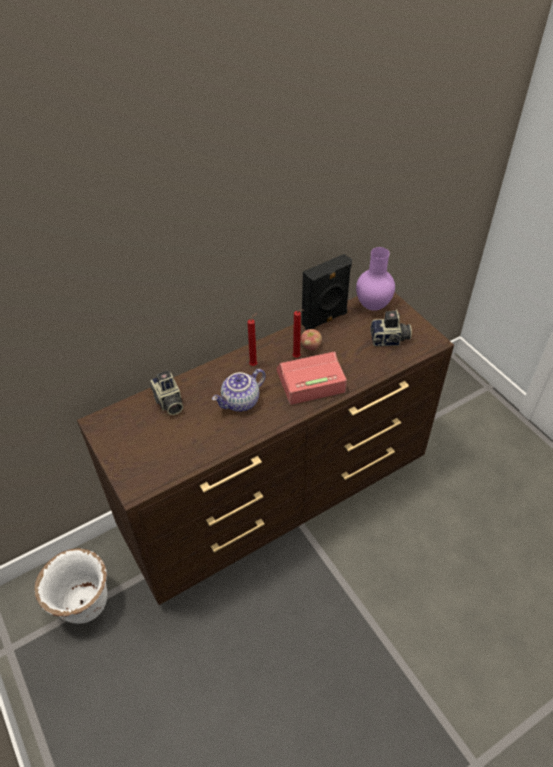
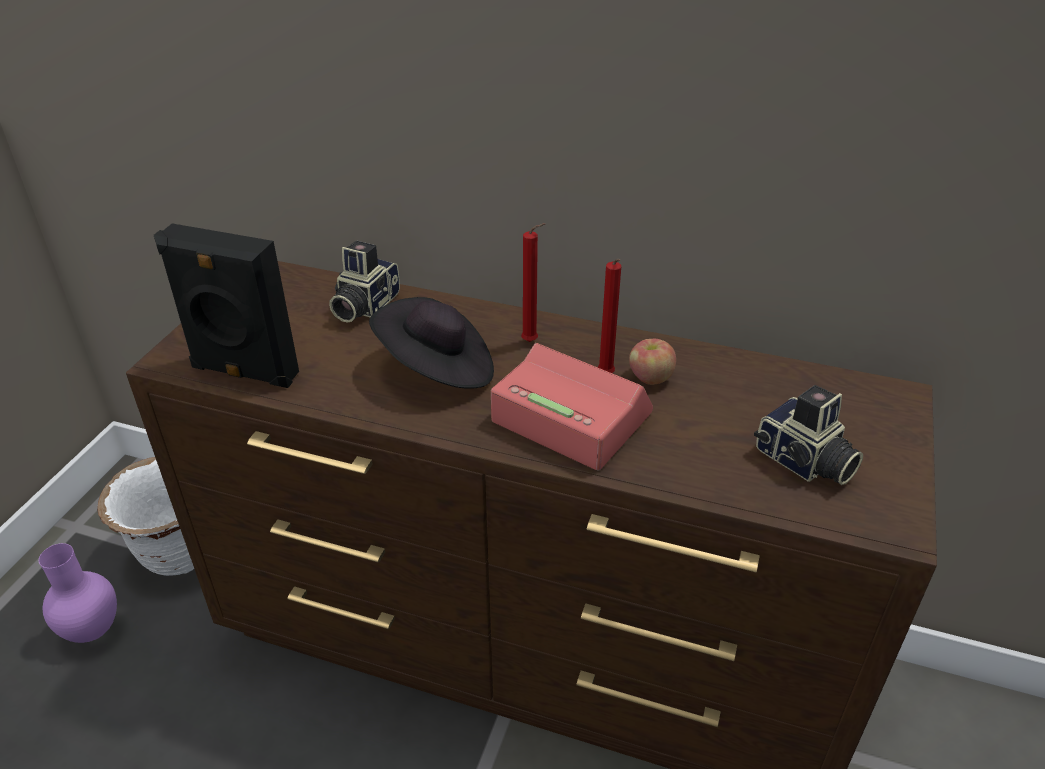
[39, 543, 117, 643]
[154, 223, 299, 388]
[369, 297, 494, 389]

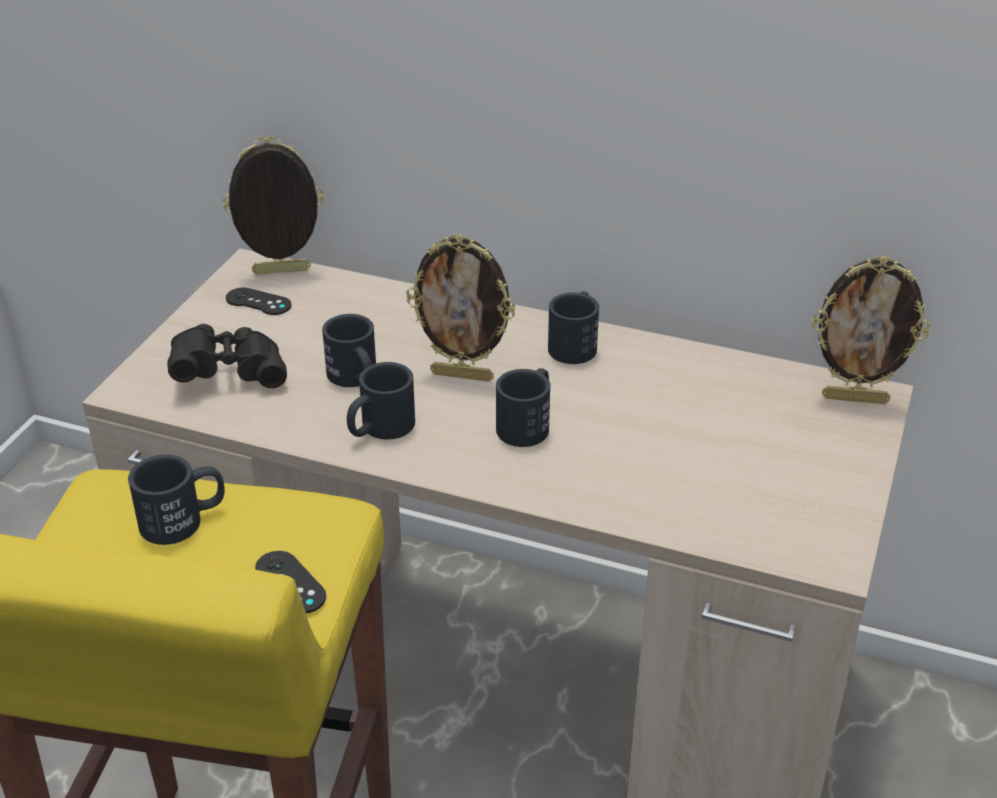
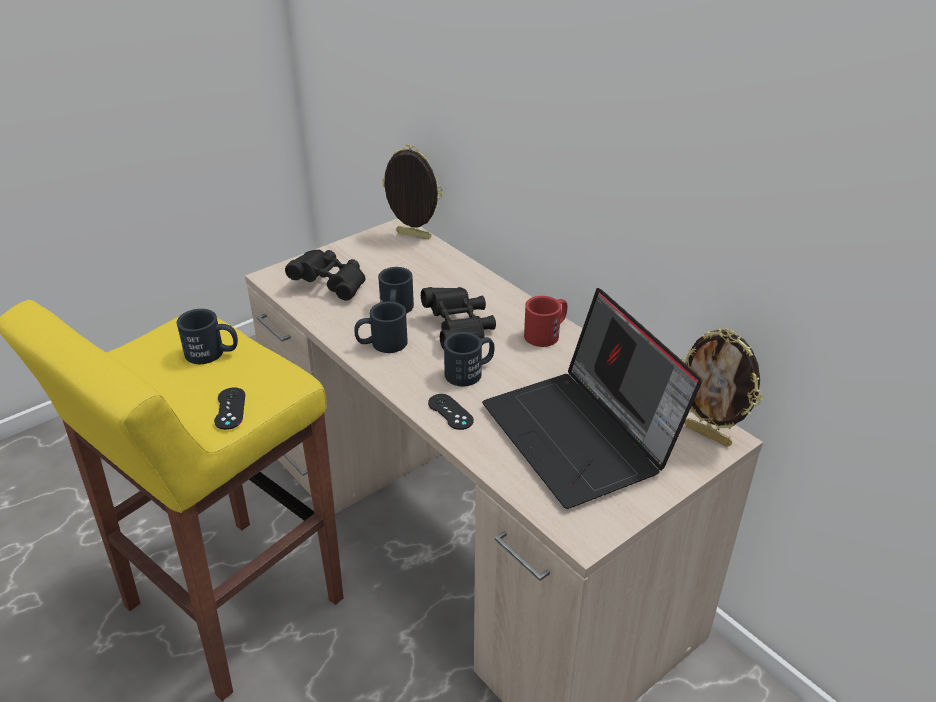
[421, 287, 496, 349]
[428, 394, 474, 430]
[482, 288, 702, 509]
[524, 296, 567, 347]

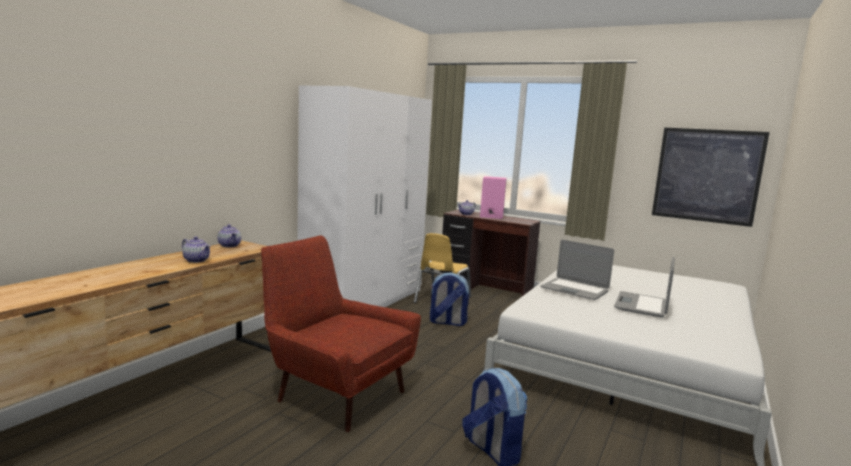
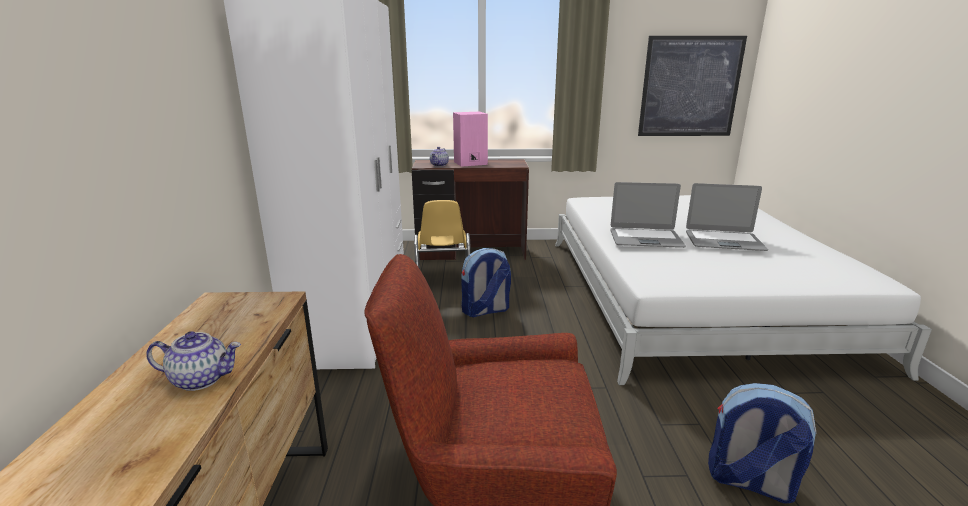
[686, 183, 768, 251]
[218, 224, 241, 247] (first image)

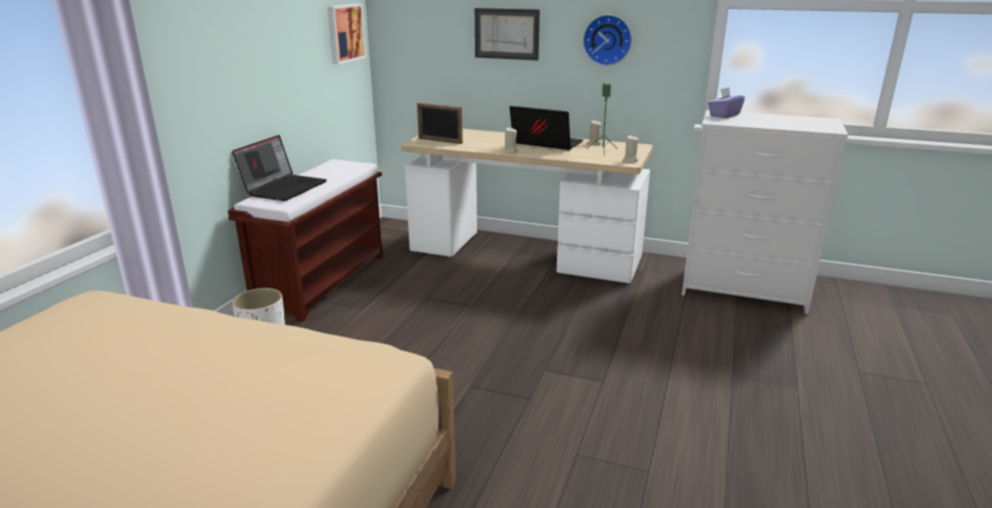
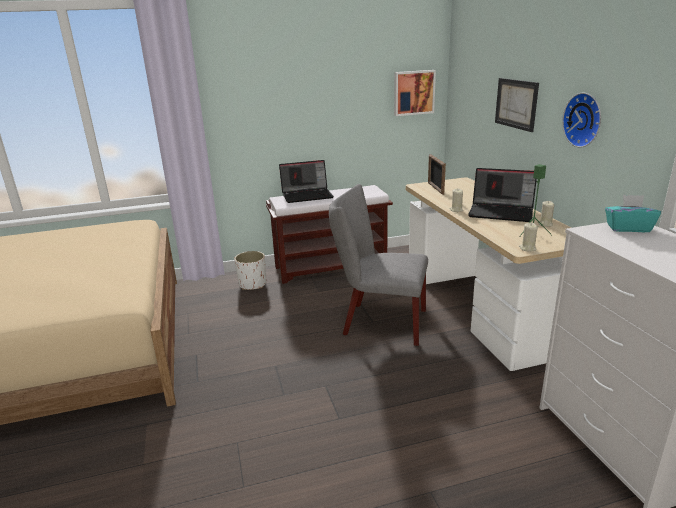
[329, 184, 428, 346]
[468, 168, 537, 222]
[605, 195, 661, 232]

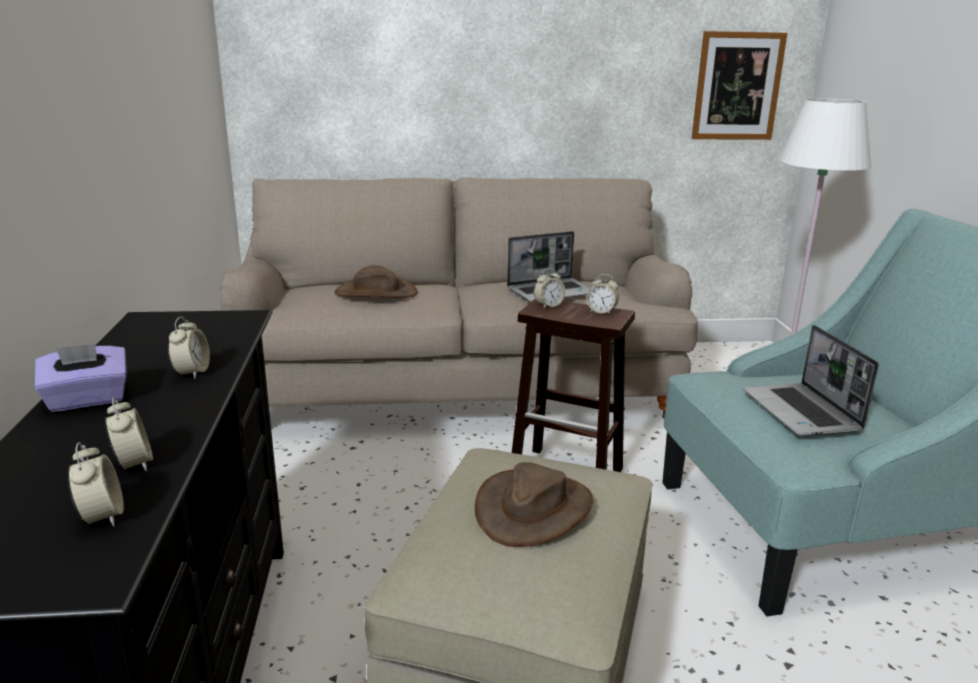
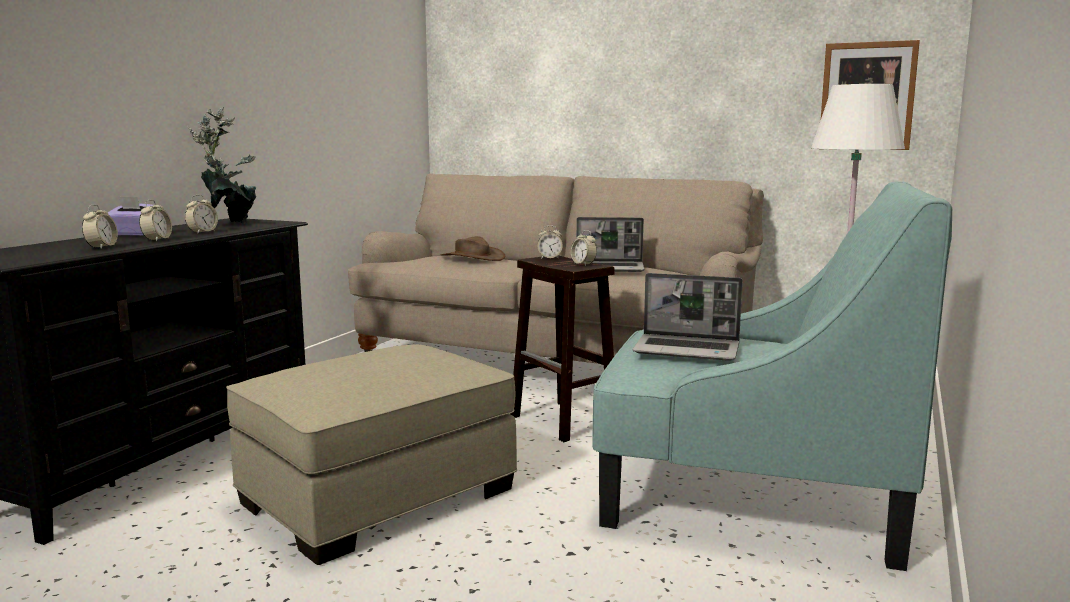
[139, 200, 172, 241]
[187, 107, 256, 223]
[633, 273, 743, 361]
[475, 462, 593, 547] (first image)

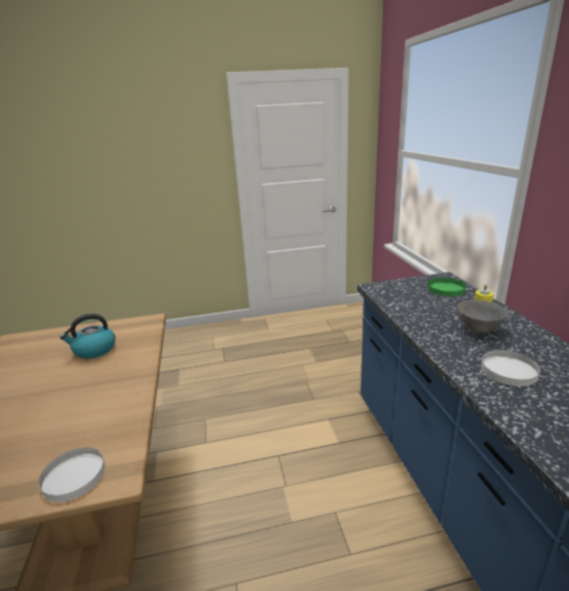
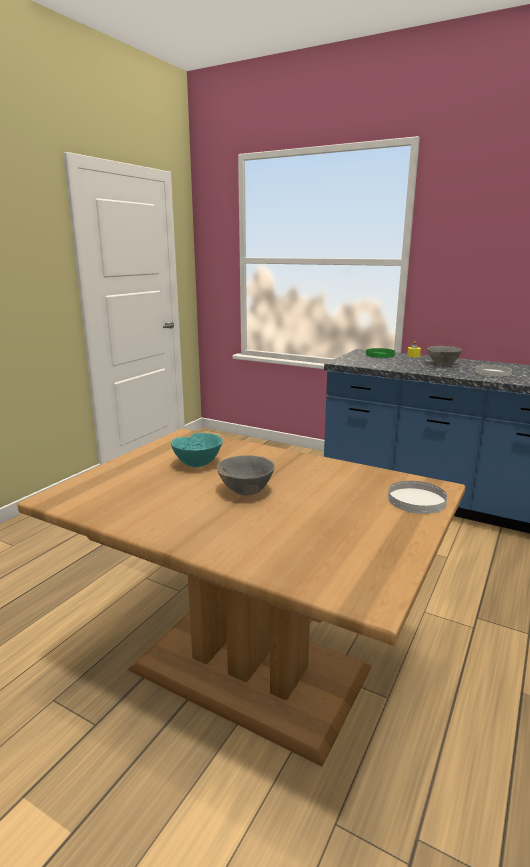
[171, 433, 223, 467]
[216, 455, 275, 496]

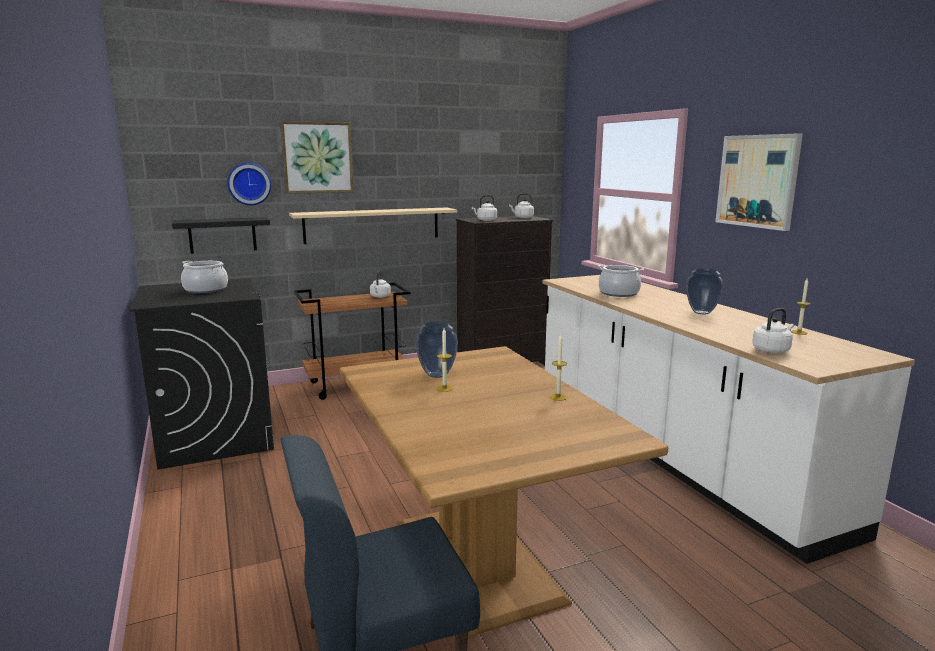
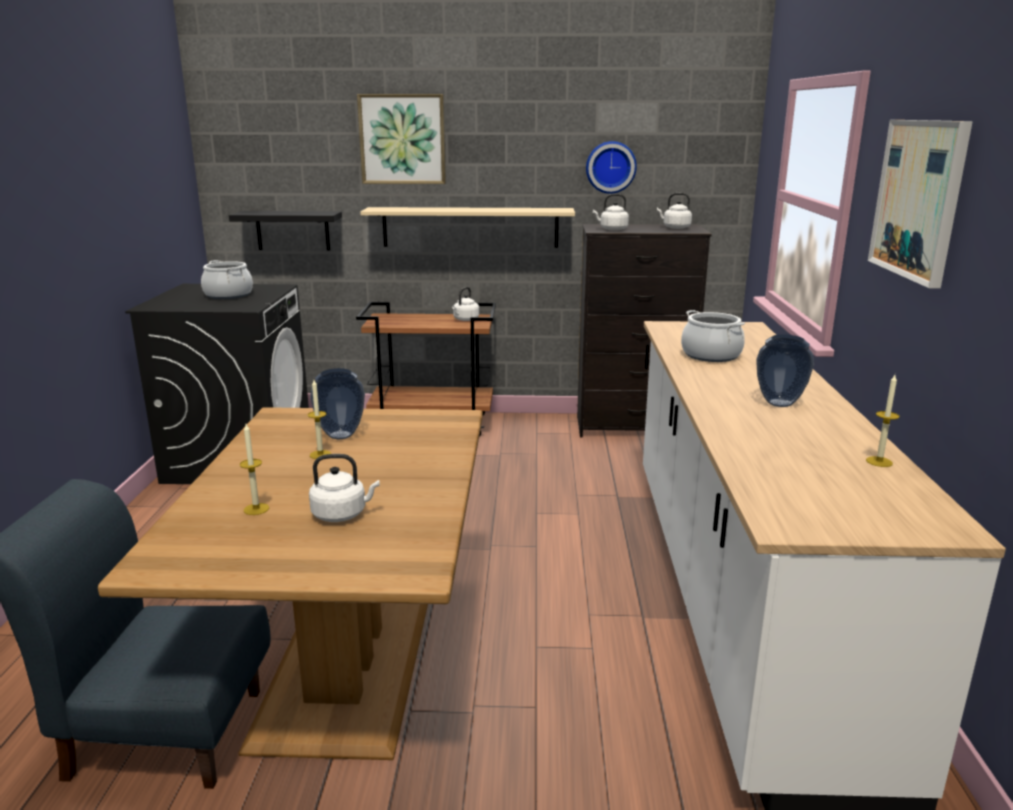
[240, 424, 269, 515]
[309, 454, 380, 522]
[586, 141, 637, 194]

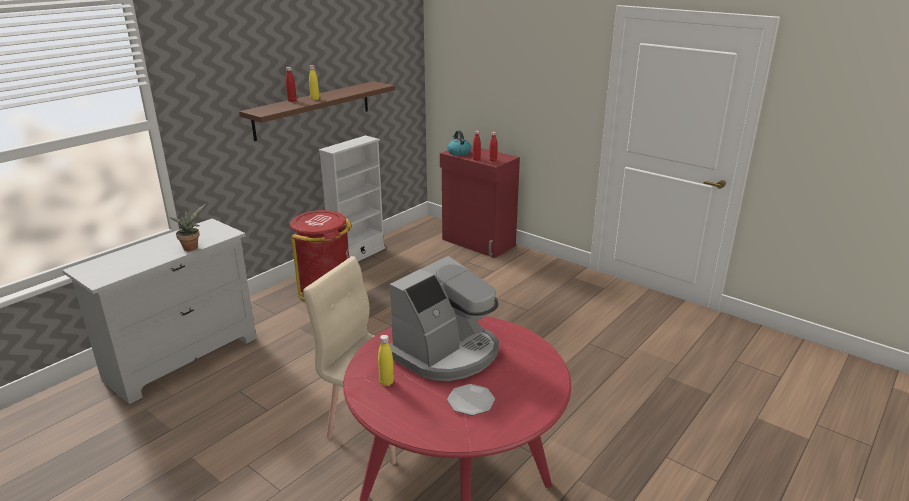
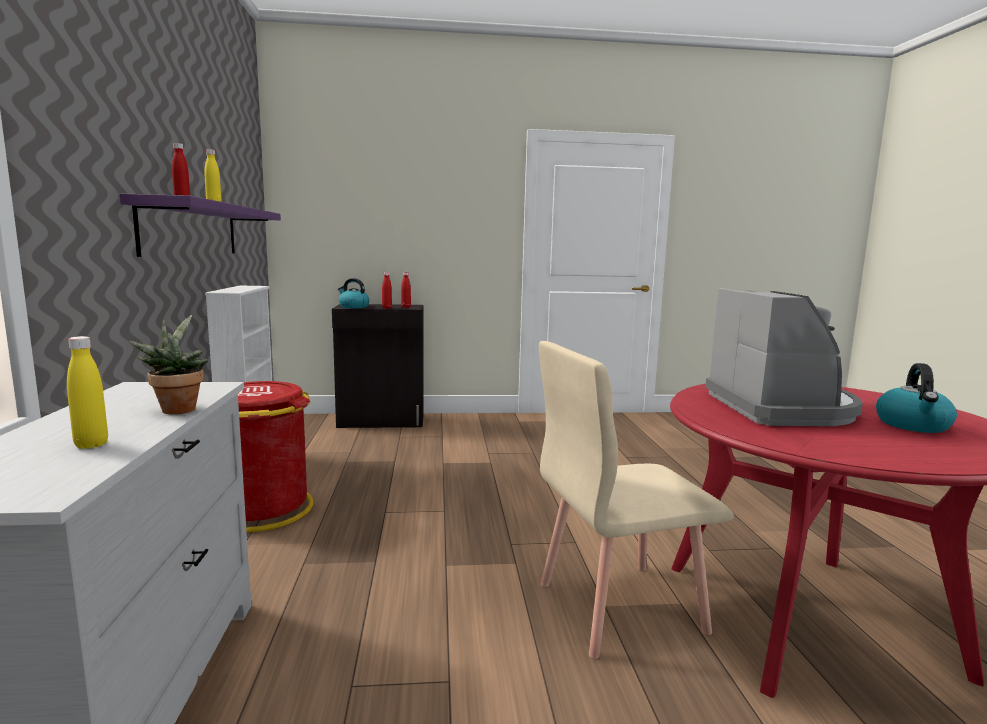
[67, 336, 108, 449]
[120, 193, 281, 257]
[332, 304, 424, 428]
[876, 363, 957, 433]

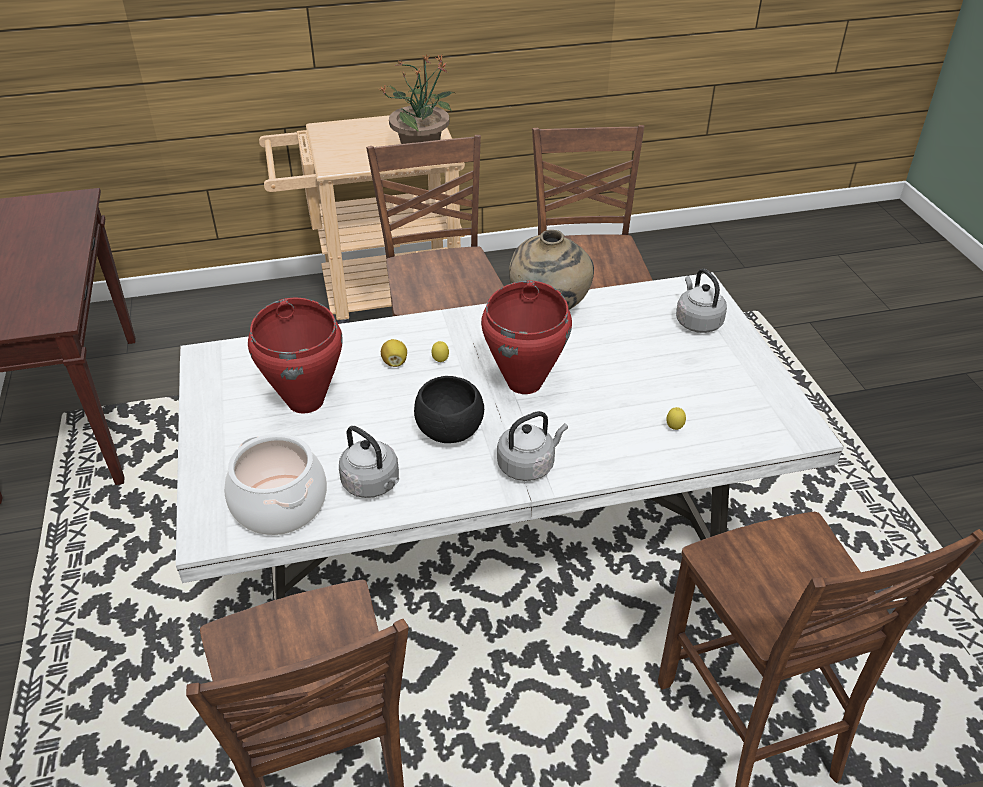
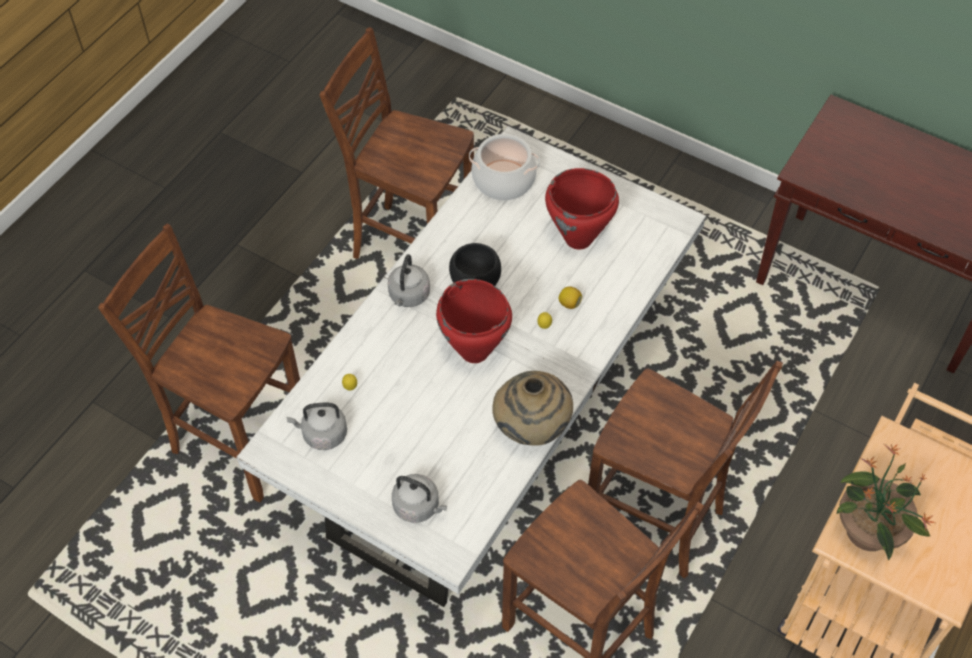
[287, 403, 347, 450]

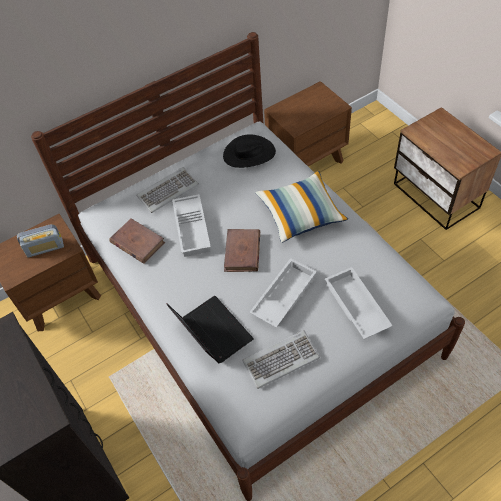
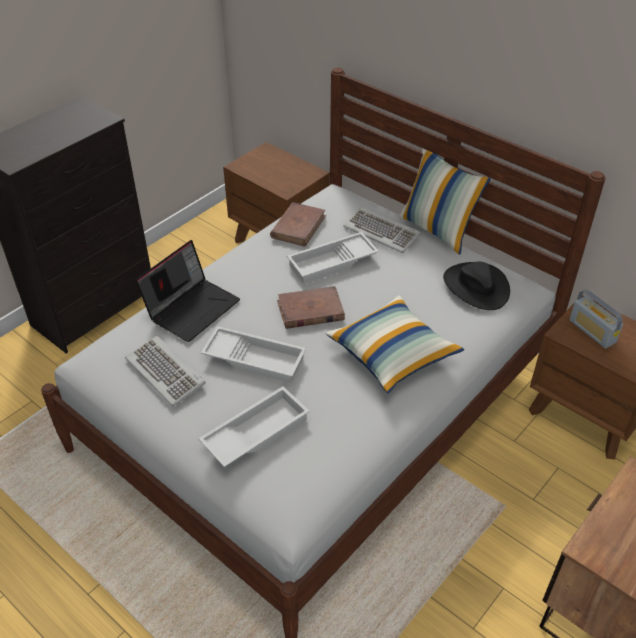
[399, 149, 491, 255]
[569, 289, 623, 349]

